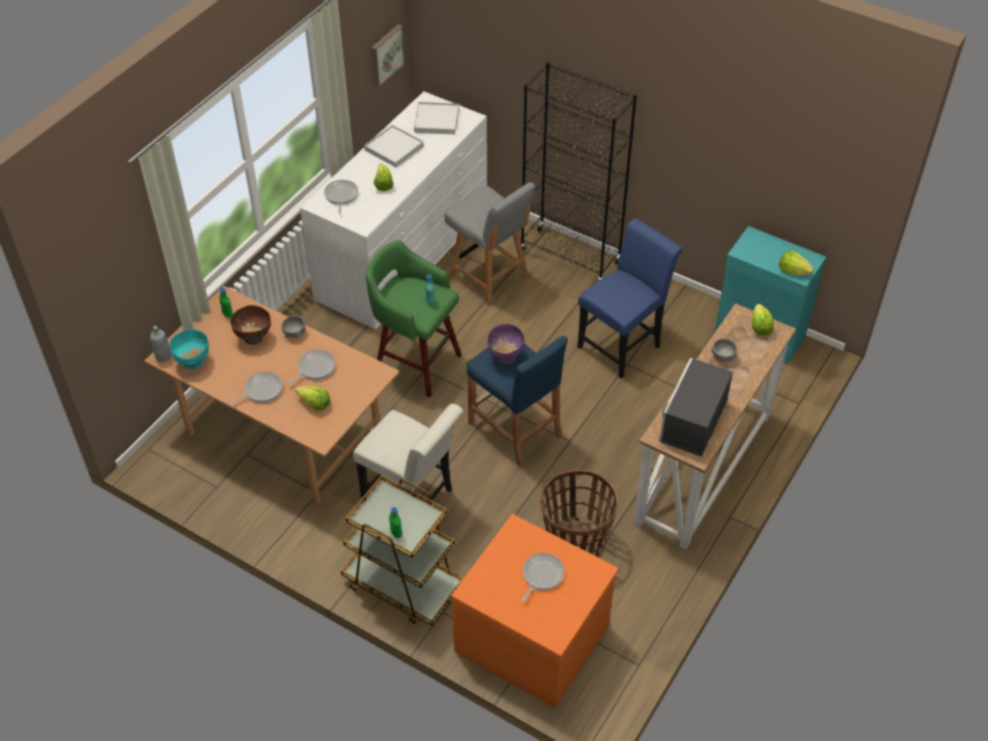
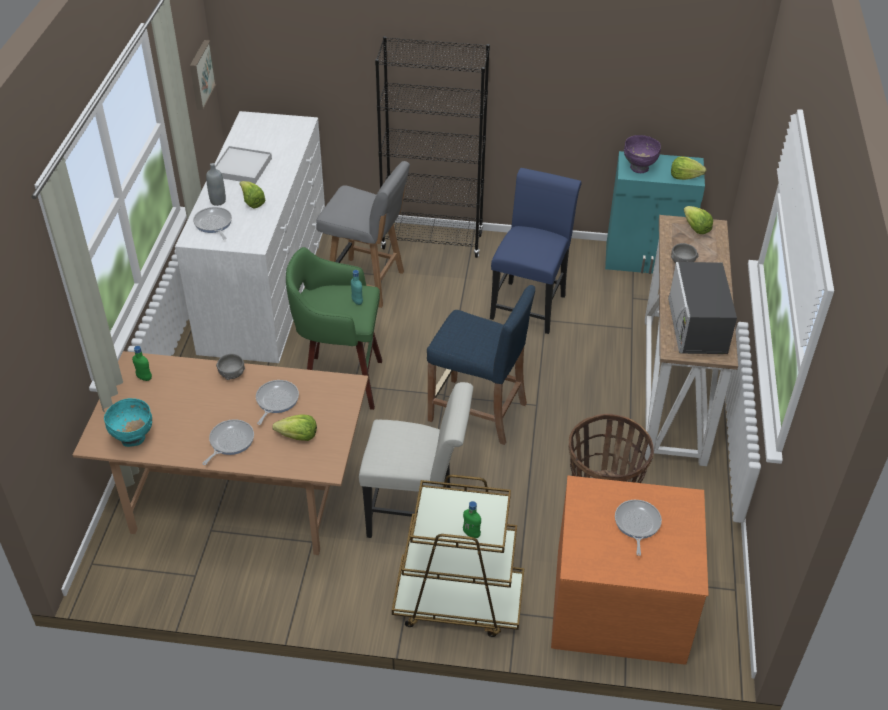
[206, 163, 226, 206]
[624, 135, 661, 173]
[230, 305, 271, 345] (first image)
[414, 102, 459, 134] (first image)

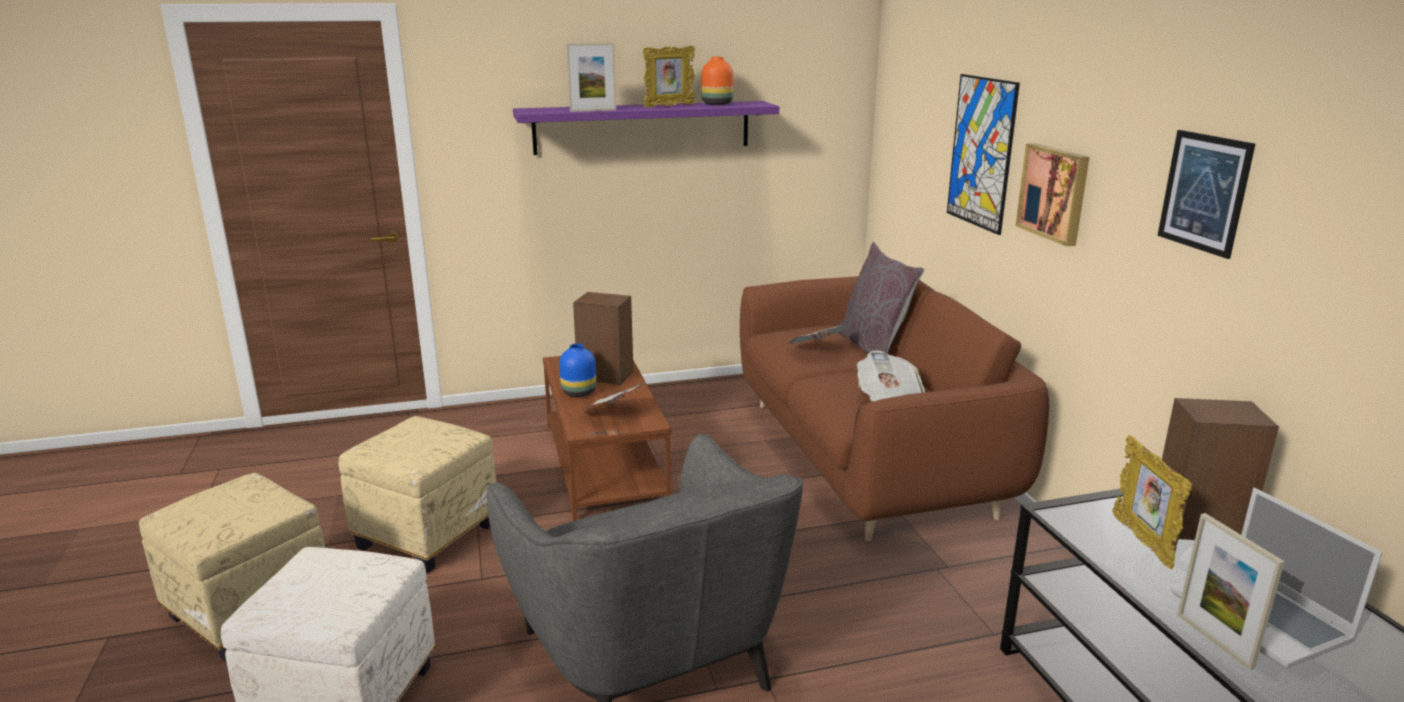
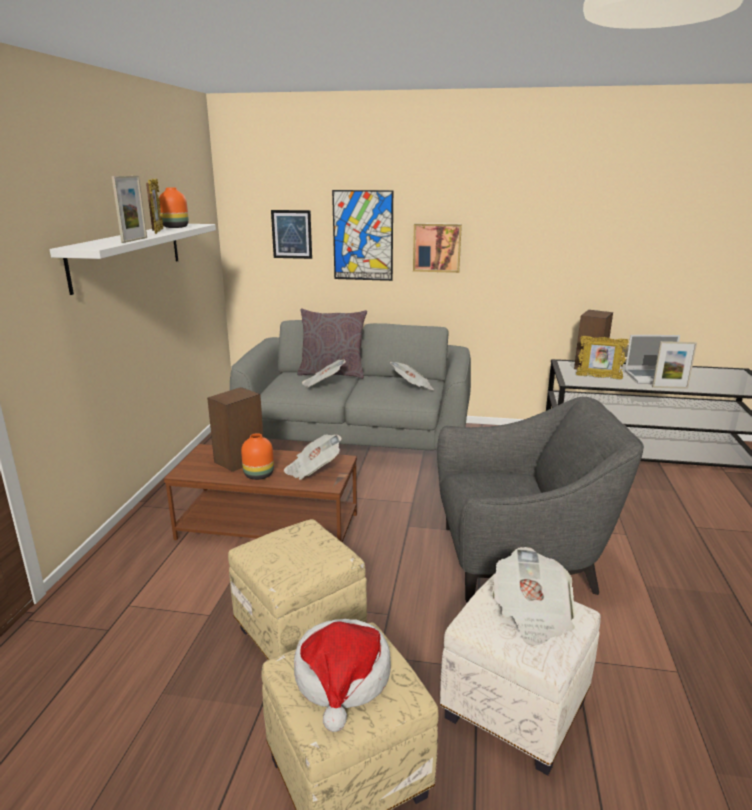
[50, 224, 216, 295]
[230, 320, 471, 450]
[241, 433, 274, 480]
[271, 210, 312, 259]
[294, 619, 391, 732]
[492, 547, 575, 646]

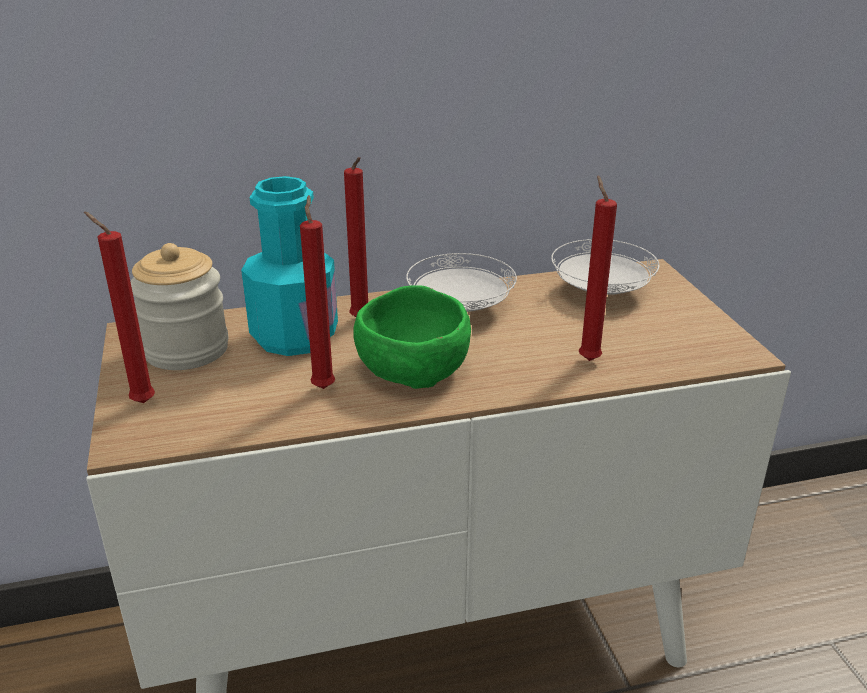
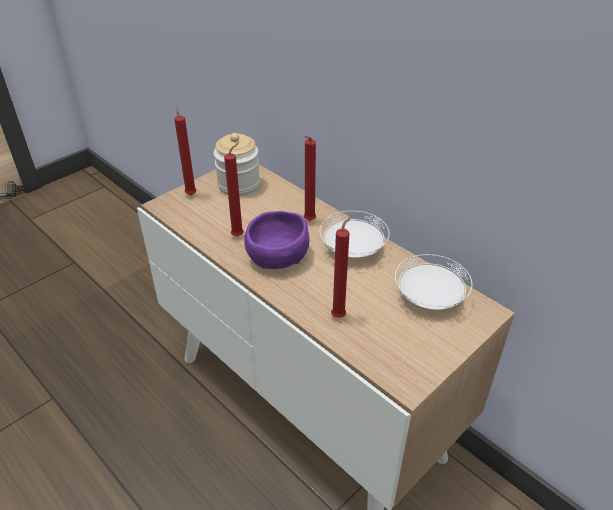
[244, 211, 309, 269]
[241, 176, 338, 356] (first image)

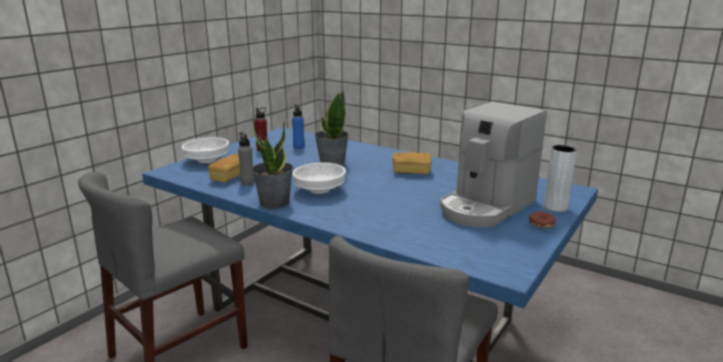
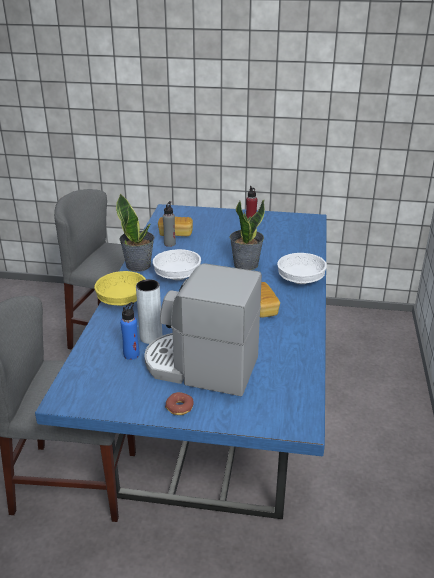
[94, 271, 146, 306]
[120, 302, 139, 360]
[136, 279, 162, 344]
[277, 253, 327, 284]

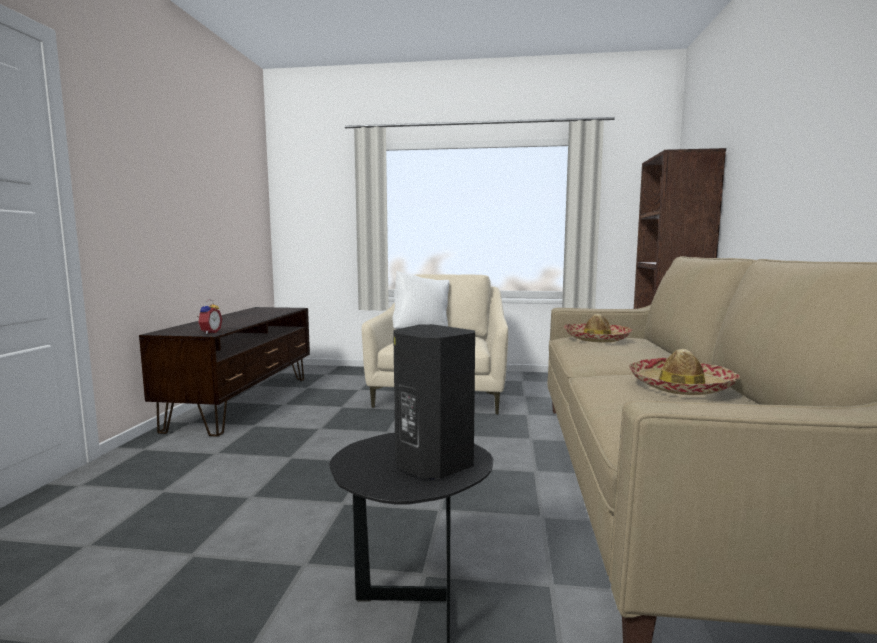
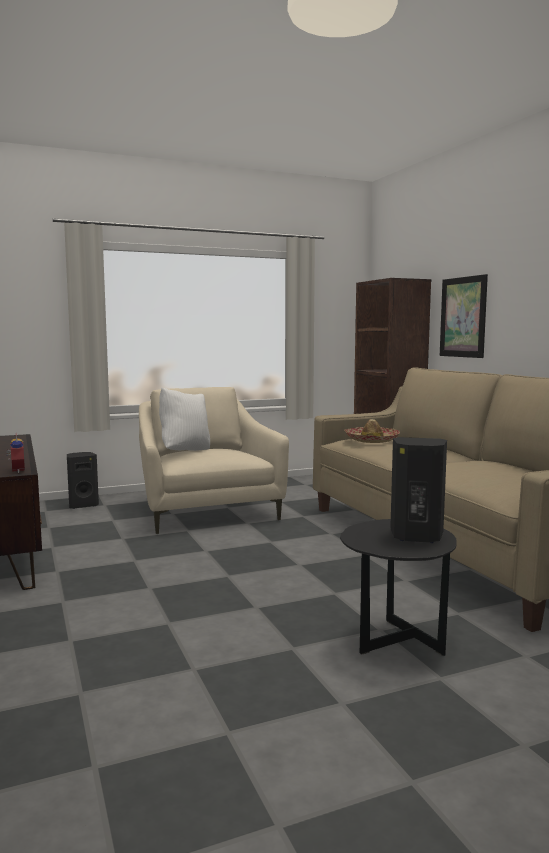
[67, 452, 99, 509]
[440, 274, 488, 358]
[629, 349, 740, 395] (first image)

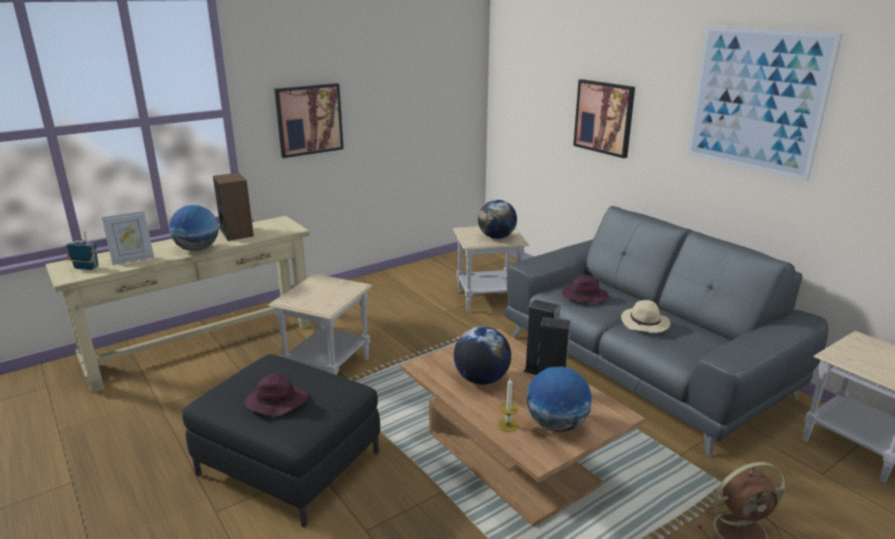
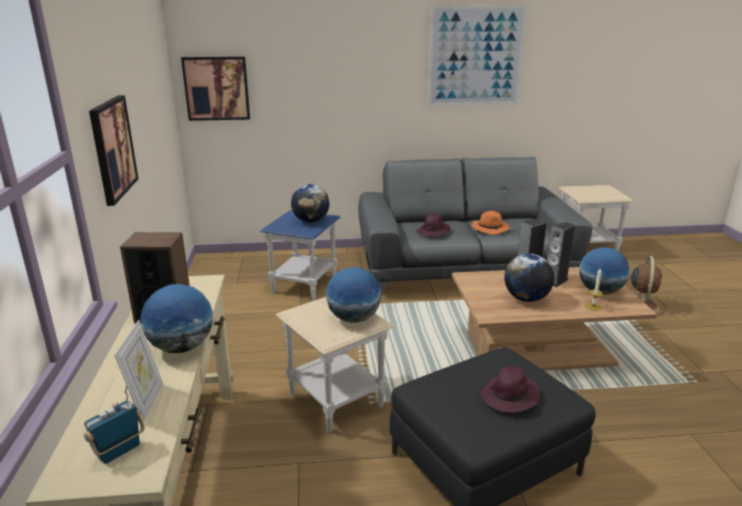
[181, 56, 250, 121]
[260, 210, 340, 301]
[326, 267, 381, 323]
[472, 211, 509, 235]

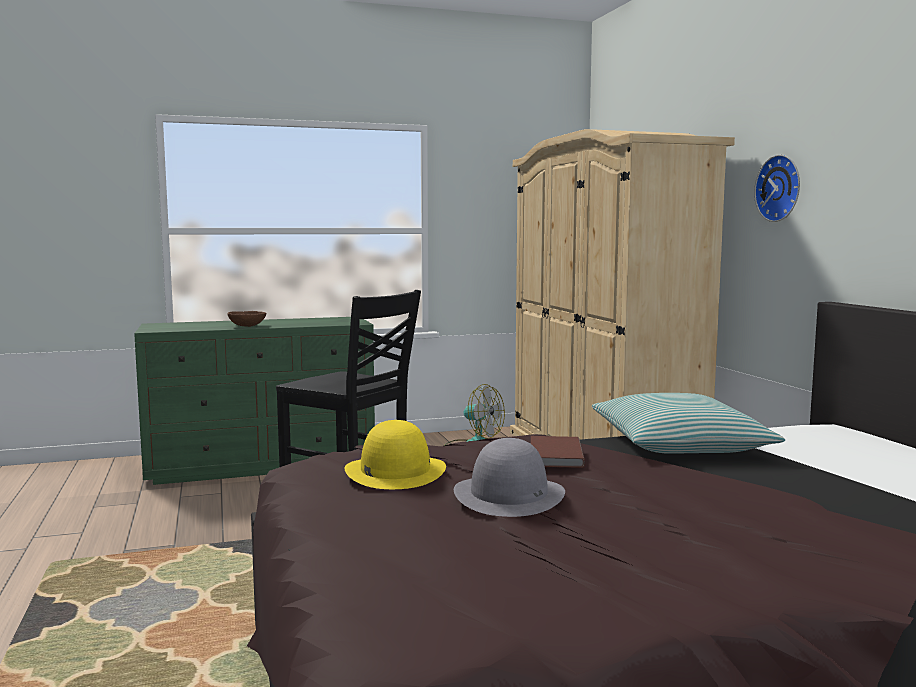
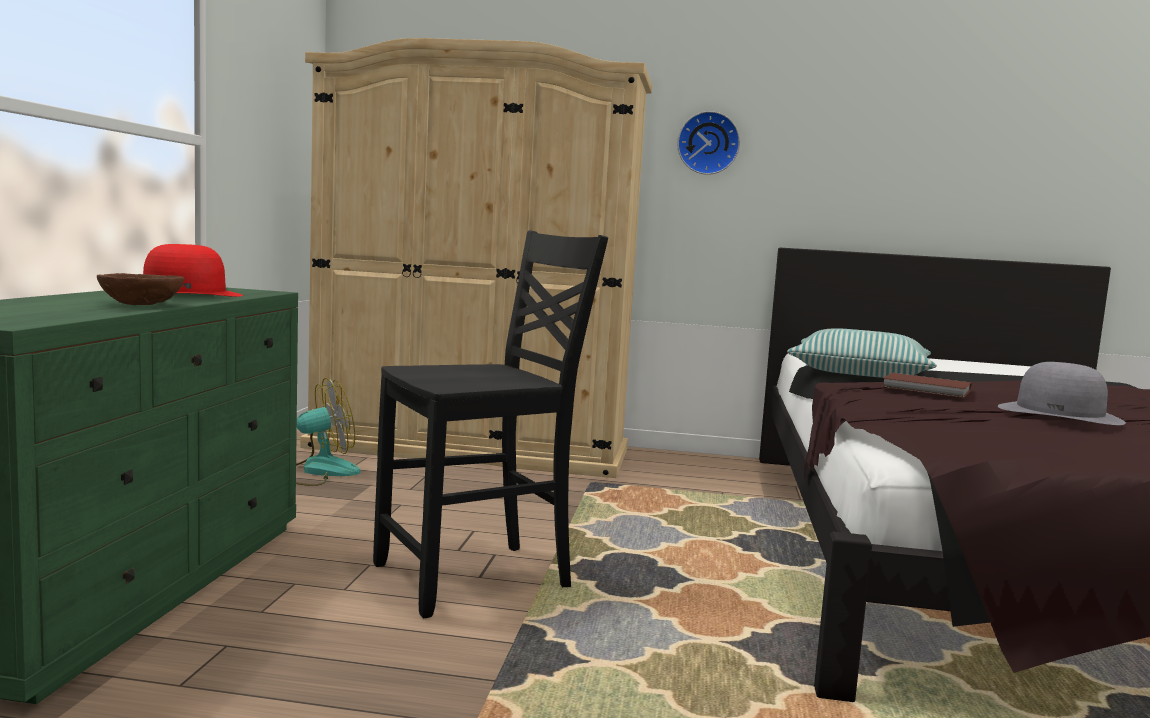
[143, 244, 243, 297]
[345, 420, 446, 489] (first image)

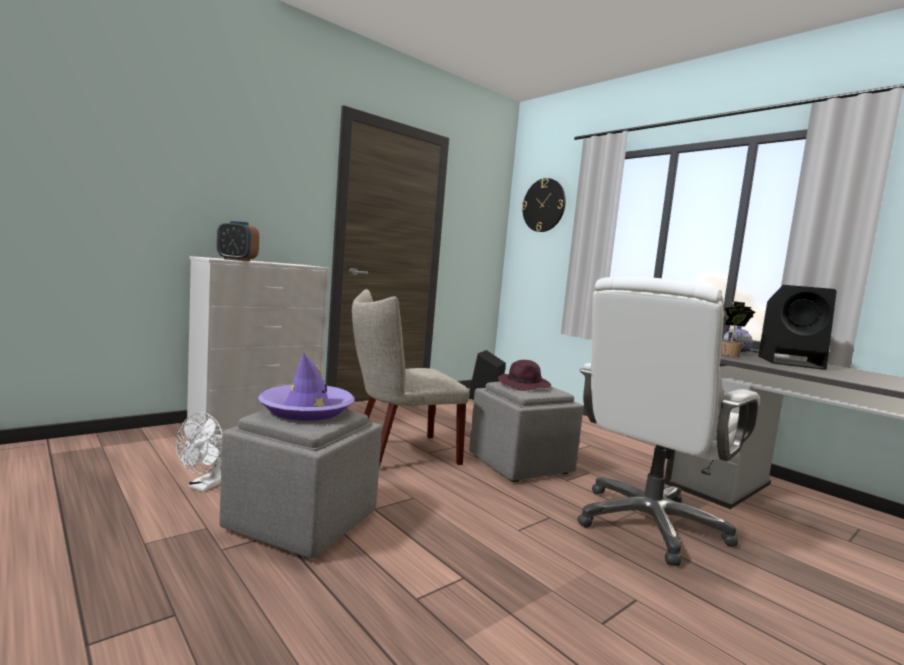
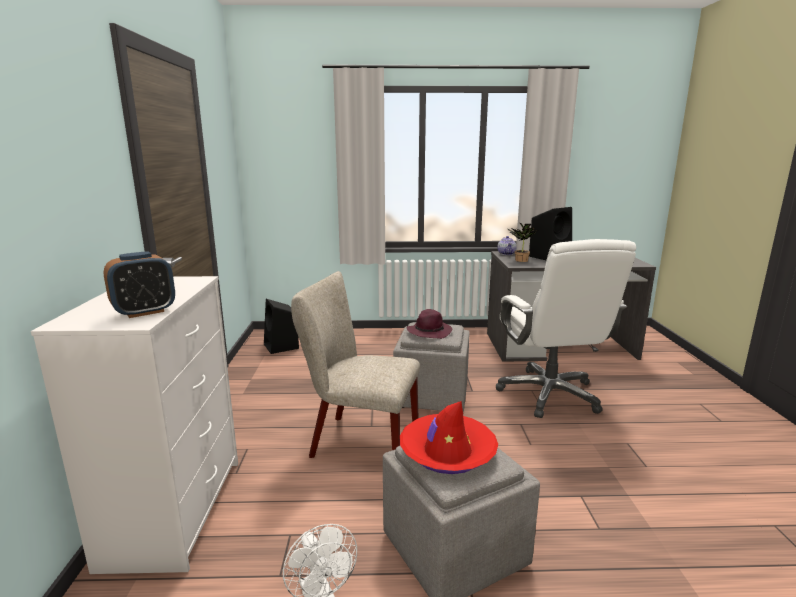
[291, 271, 420, 458]
[400, 401, 498, 474]
[522, 178, 566, 232] (first image)

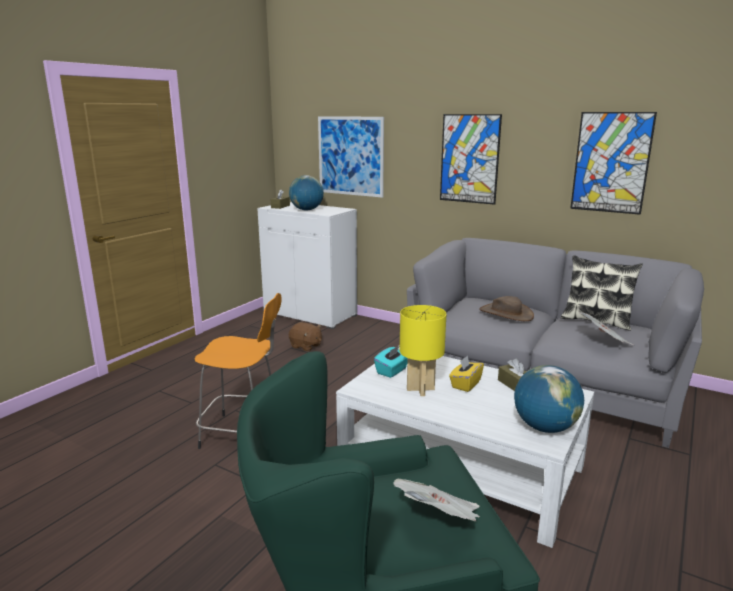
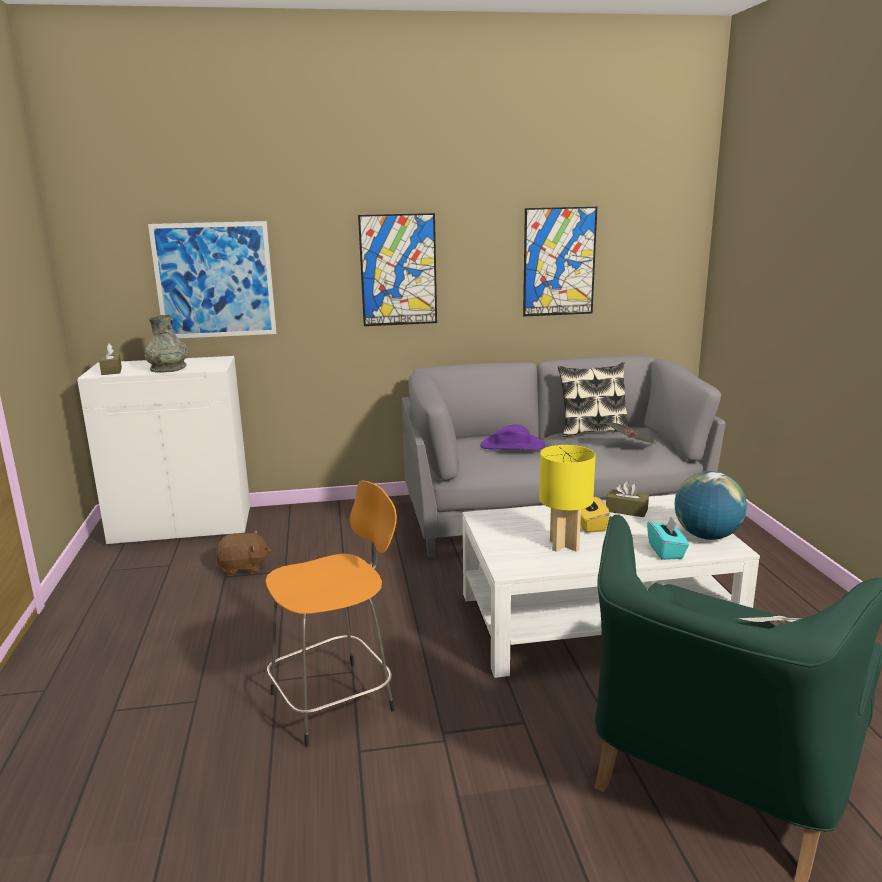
[145, 315, 189, 373]
[480, 424, 546, 450]
[647, 517, 689, 560]

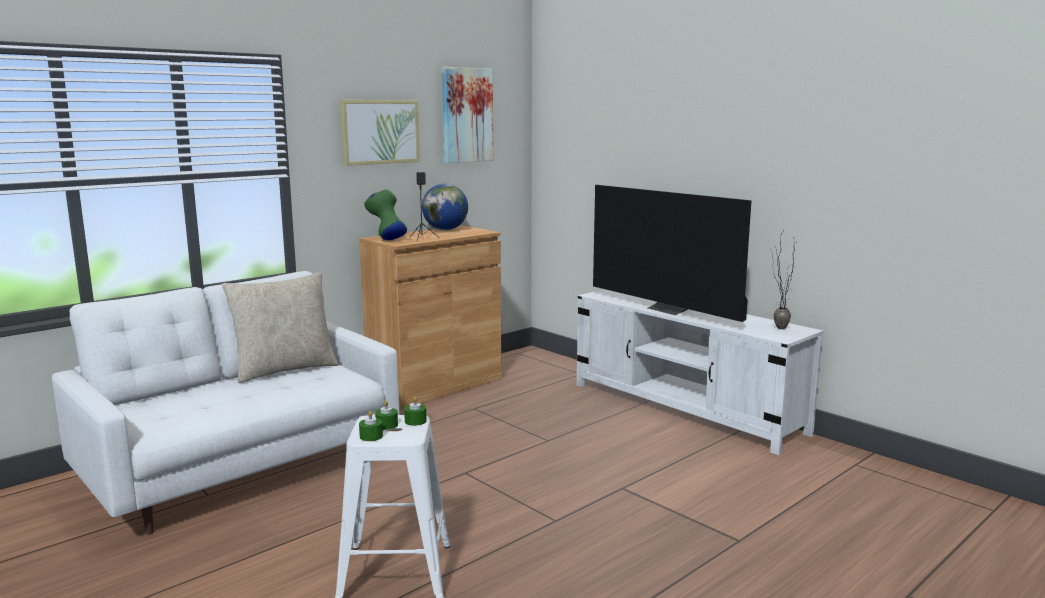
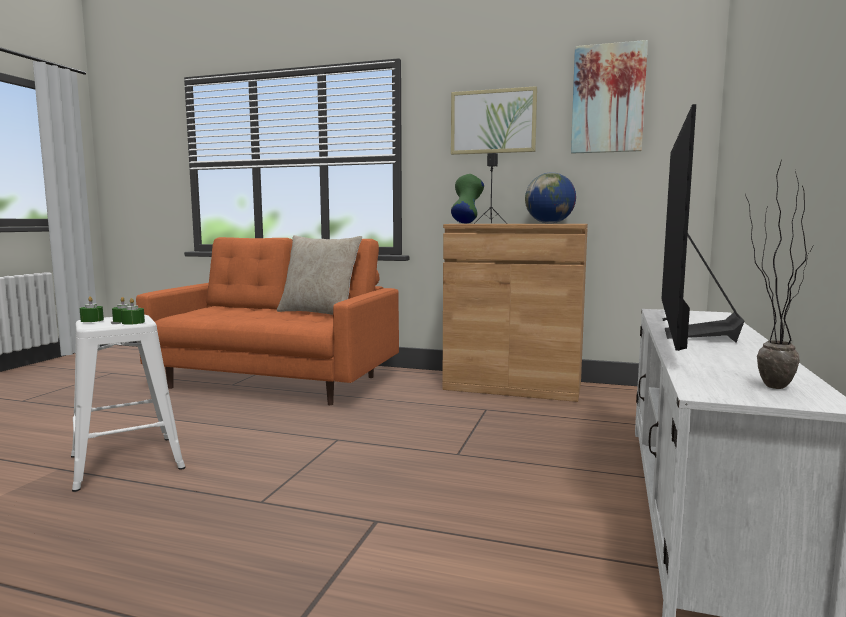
[136, 237, 399, 405]

